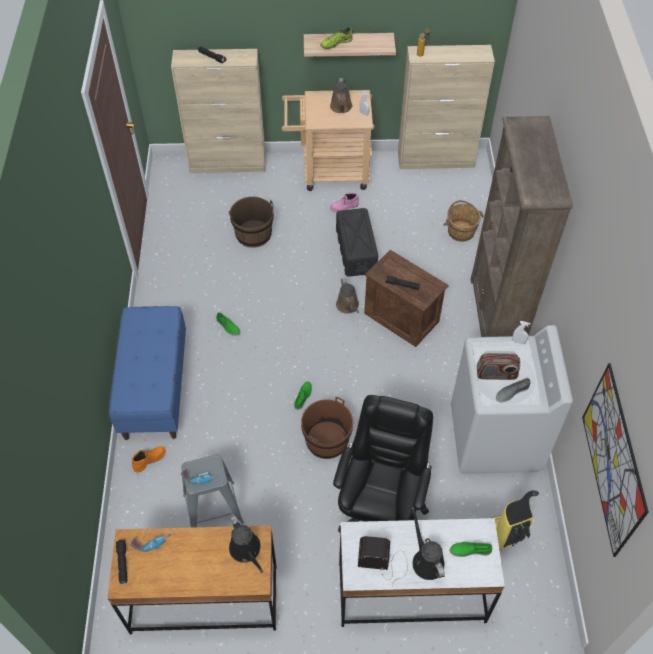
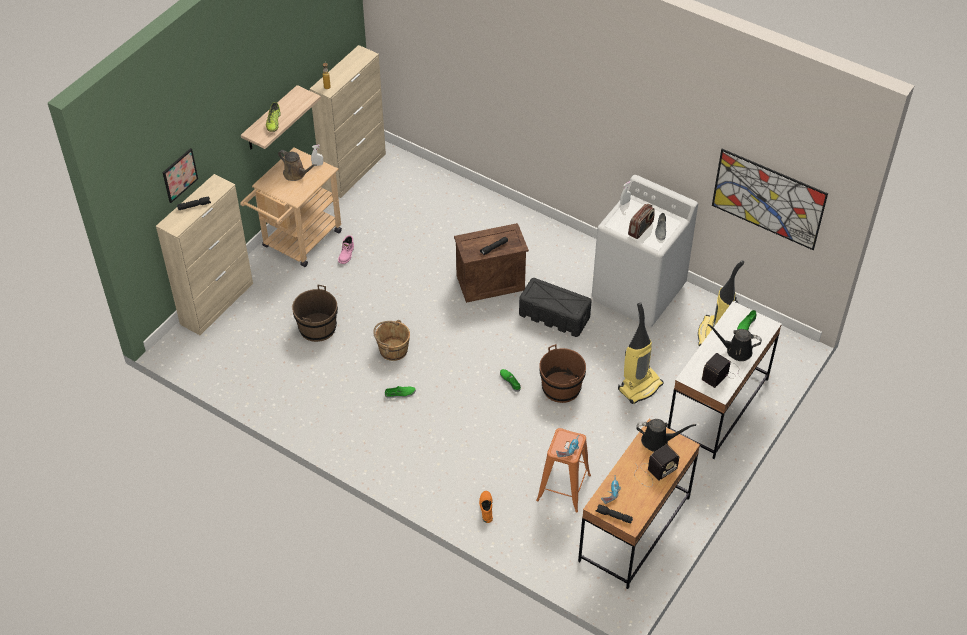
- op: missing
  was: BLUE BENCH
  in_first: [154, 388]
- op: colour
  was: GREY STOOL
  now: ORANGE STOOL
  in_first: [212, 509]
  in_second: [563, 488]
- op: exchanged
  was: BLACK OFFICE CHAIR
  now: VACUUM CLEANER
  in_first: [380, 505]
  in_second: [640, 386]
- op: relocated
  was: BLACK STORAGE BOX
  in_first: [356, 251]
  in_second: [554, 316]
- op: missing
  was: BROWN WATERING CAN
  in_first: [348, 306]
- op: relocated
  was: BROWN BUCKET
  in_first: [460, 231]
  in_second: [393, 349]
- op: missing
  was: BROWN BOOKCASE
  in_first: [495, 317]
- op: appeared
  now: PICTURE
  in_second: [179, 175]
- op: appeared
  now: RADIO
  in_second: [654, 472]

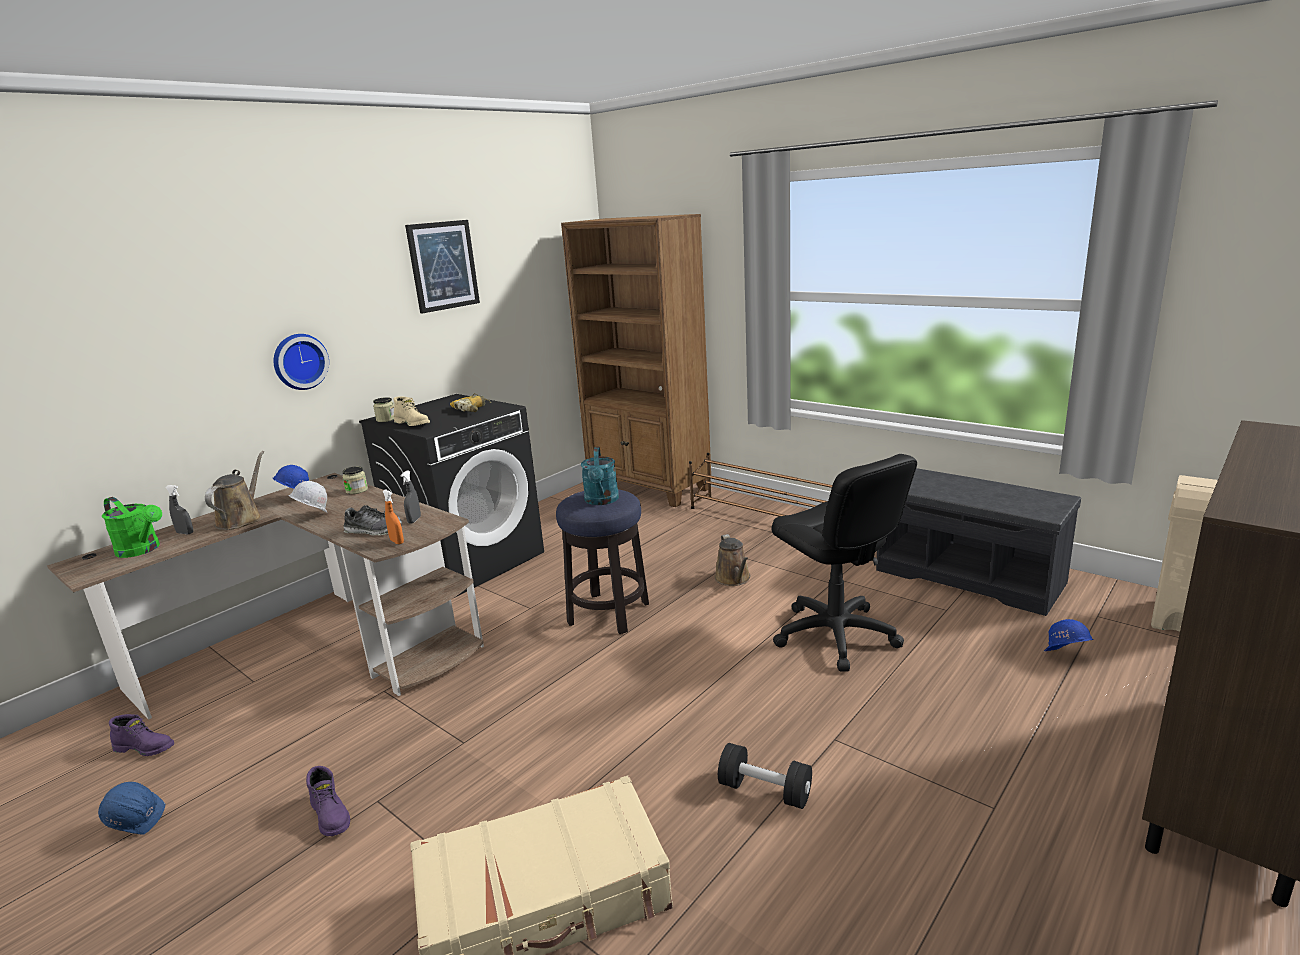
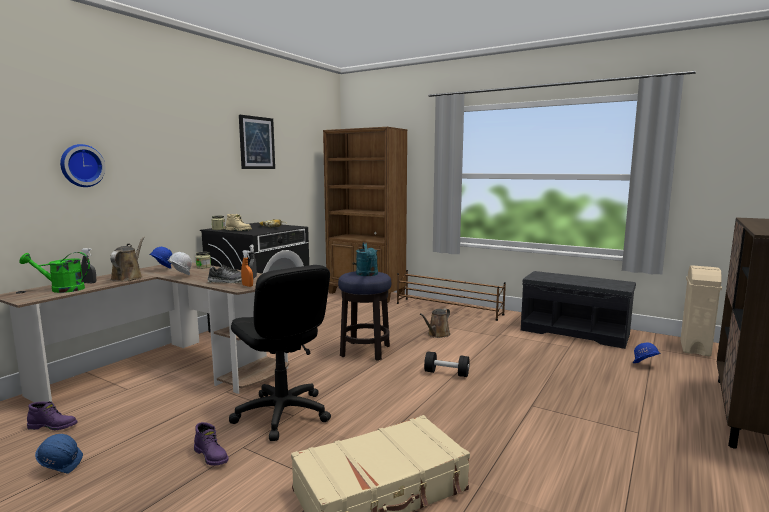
- op: spun
  was: GREEN WATERING CAN
  in_first: [142, 550]
  in_second: [61, 289]
  clockwise: 150
- op: relocated
  was: WALL CLOCK
  in_first: [299, 361]
  in_second: [81, 165]
- op: spun
  was: BROWN WATERING CAN
  in_first: [733, 579]
  in_second: [437, 335]
  clockwise: 60
- op: relocated
  was: BLACK DUMBBELL
  in_first: [765, 791]
  in_second: [446, 373]
- op: relocated
  was: BLACK OFFICE CHAIR
  in_first: [835, 635]
  in_second: [282, 414]

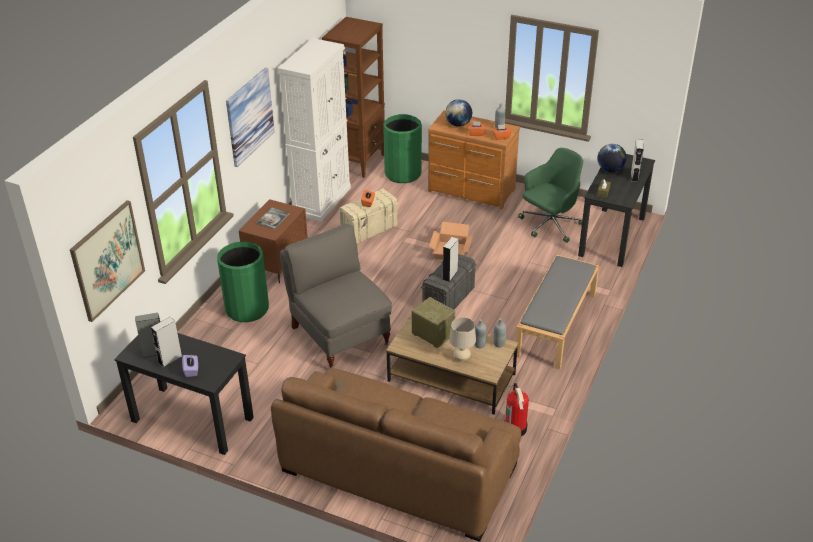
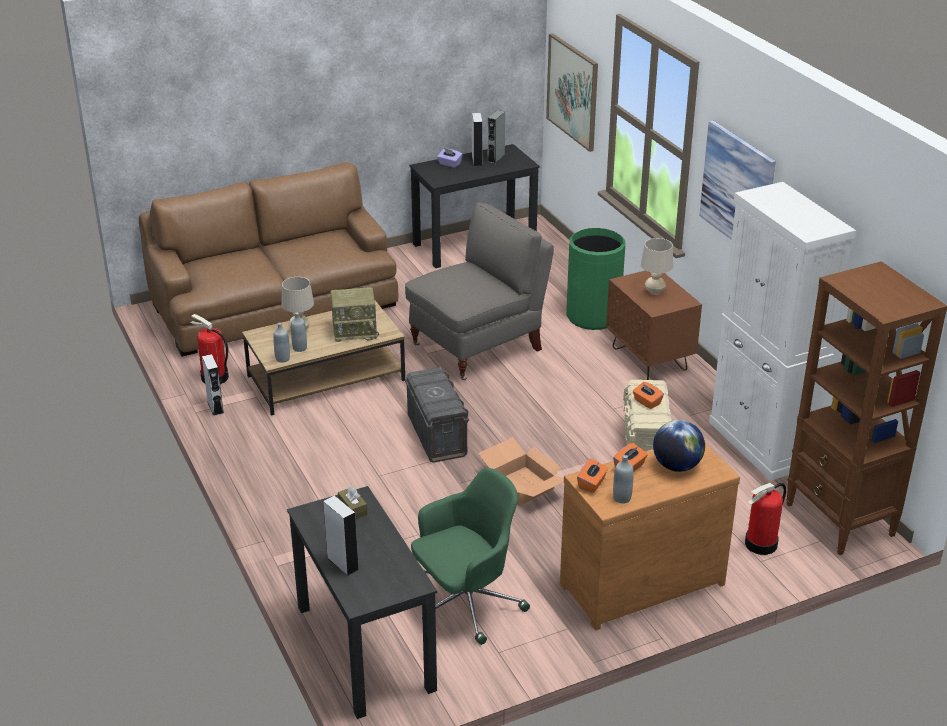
- op: exchanged
  was: BOOK
  now: BEIGE TABLE LAMP
  in_first: [273, 219]
  in_second: [654, 292]
- op: spun
  was: GREY ARMCHAIR
  in_first: [339, 335]
  in_second: [478, 347]
  clockwise: -45
- op: exchanged
  was: GREEN TRASH CAN
  now: FIRE EXTINGUISHER
  in_first: [403, 173]
  in_second: [761, 544]
- op: relocated
  was: GREY SPEAKER
  in_first: [450, 275]
  in_second: [215, 407]
- op: missing
  was: GREY BENCH
  in_first: [556, 325]
- op: spun
  was: GREEN OFFICE CHAIR
  in_first: [549, 225]
  in_second: [466, 604]
  clockwise: -120
- op: missing
  was: GLOBE
  in_first: [610, 170]

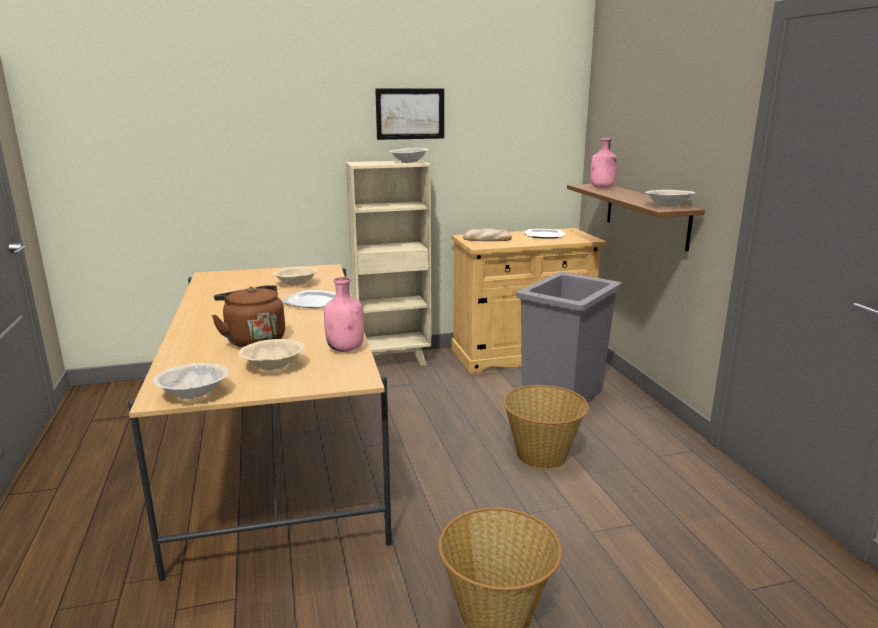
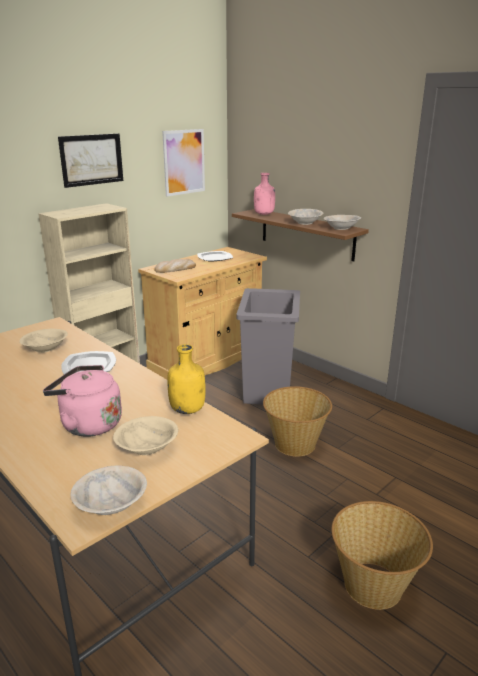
- op: colour
  was: BROWN KETTLE
  now: PINK KETTLE
  in_first: [253, 340]
  in_second: [88, 424]
- op: colour
  was: PINK BOTTLE
  now: YELLOW BOTTLE
  in_first: [346, 349]
  in_second: [188, 409]
- op: relocated
  was: BEIGE BOWL
  in_first: [409, 162]
  in_second: [305, 223]
- op: appeared
  now: PICTURE
  in_second: [184, 162]

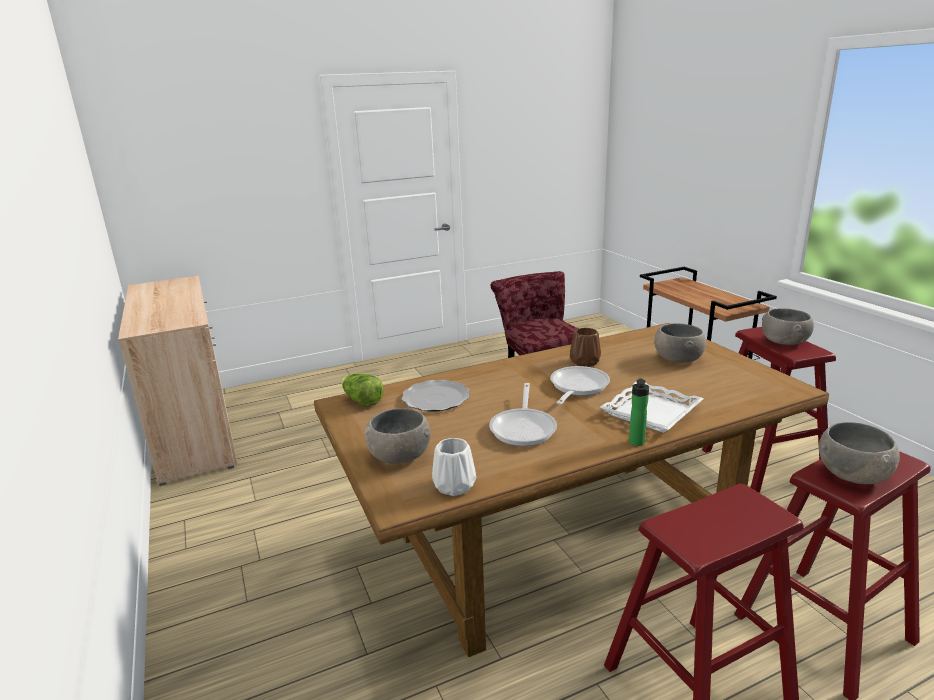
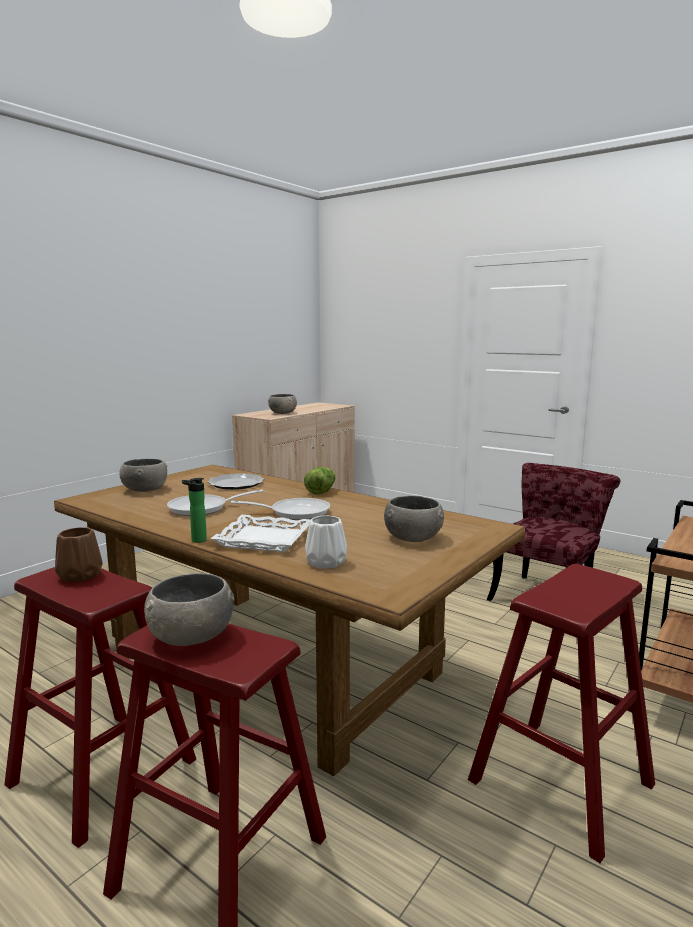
- op: relocated
  was: LETTUCE
  in_first: [362, 401]
  in_second: [321, 491]
- op: relocated
  was: WHITE VASE
  in_first: [453, 486]
  in_second: [326, 562]
- op: relocated
  was: BROWN VASE
  in_first: [584, 362]
  in_second: [81, 575]
- op: relocated
  was: GREY BOWL
  in_first: [784, 341]
  in_second: [283, 413]

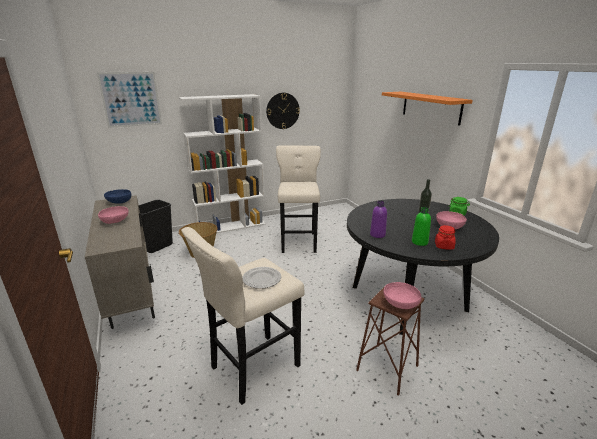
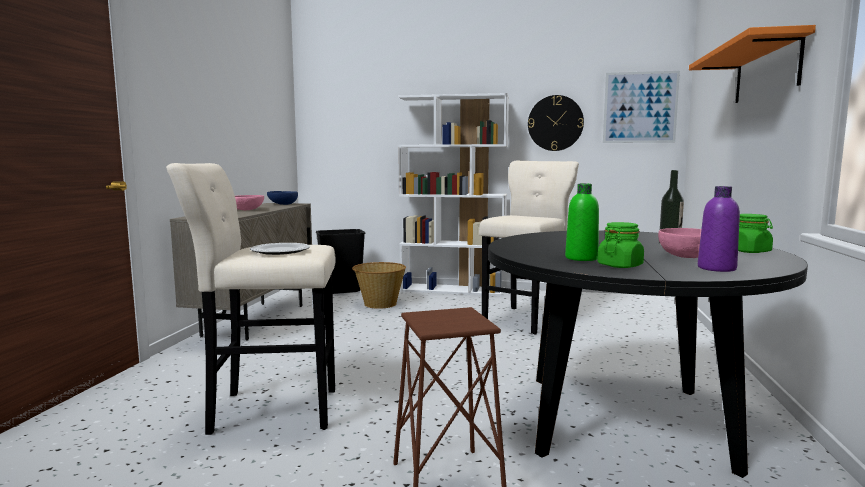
- op: relocated
  was: PICTURE
  in_first: [131, 99]
  in_second: [640, 107]
- op: relocated
  was: PURPLE BOTTLE
  in_first: [377, 235]
  in_second: [716, 268]
- op: missing
  was: PINK BOWL
  in_first: [400, 304]
- op: colour
  was: RED JAR
  now: GREEN JAR
  in_first: [444, 246]
  in_second: [620, 265]

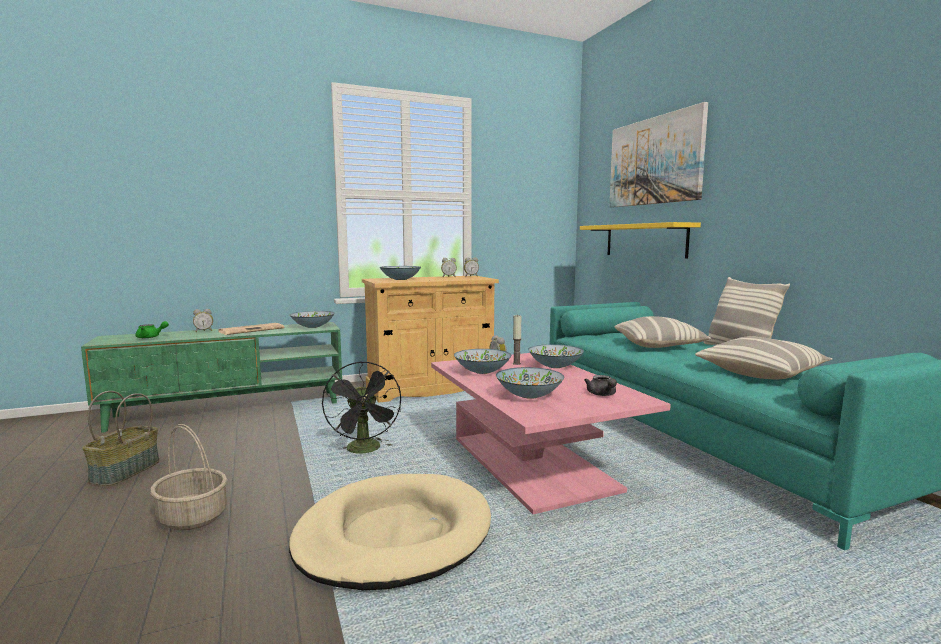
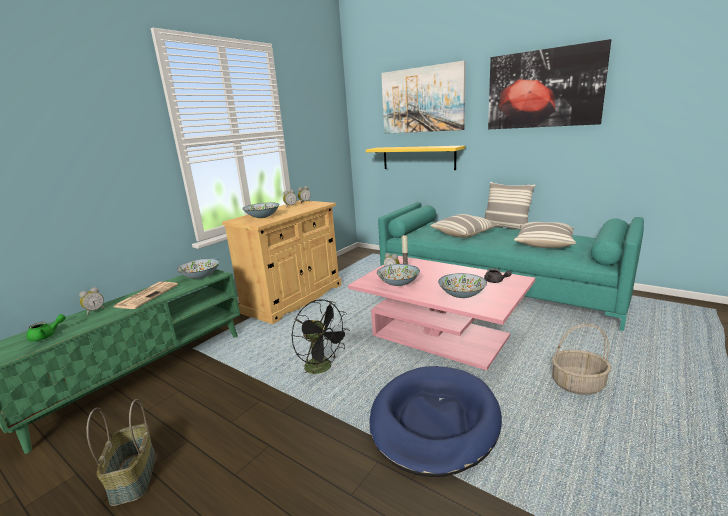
- op: relocated
  was: BASKET
  in_first: [193, 517]
  in_second: [578, 384]
- op: colour
  was: BEIGE DOG BED
  now: BLUE DOG BED
  in_first: [393, 535]
  in_second: [434, 421]
- op: missing
  was: BOWL
  in_first: [555, 366]
- op: appeared
  now: PICTURE
  in_second: [543, 89]

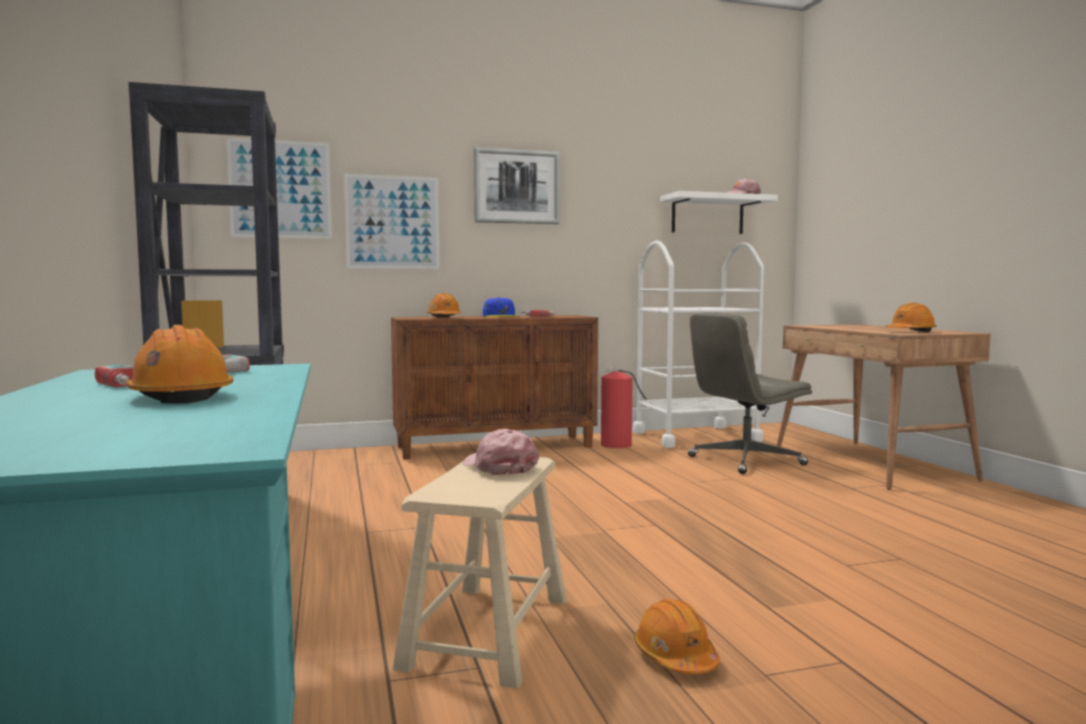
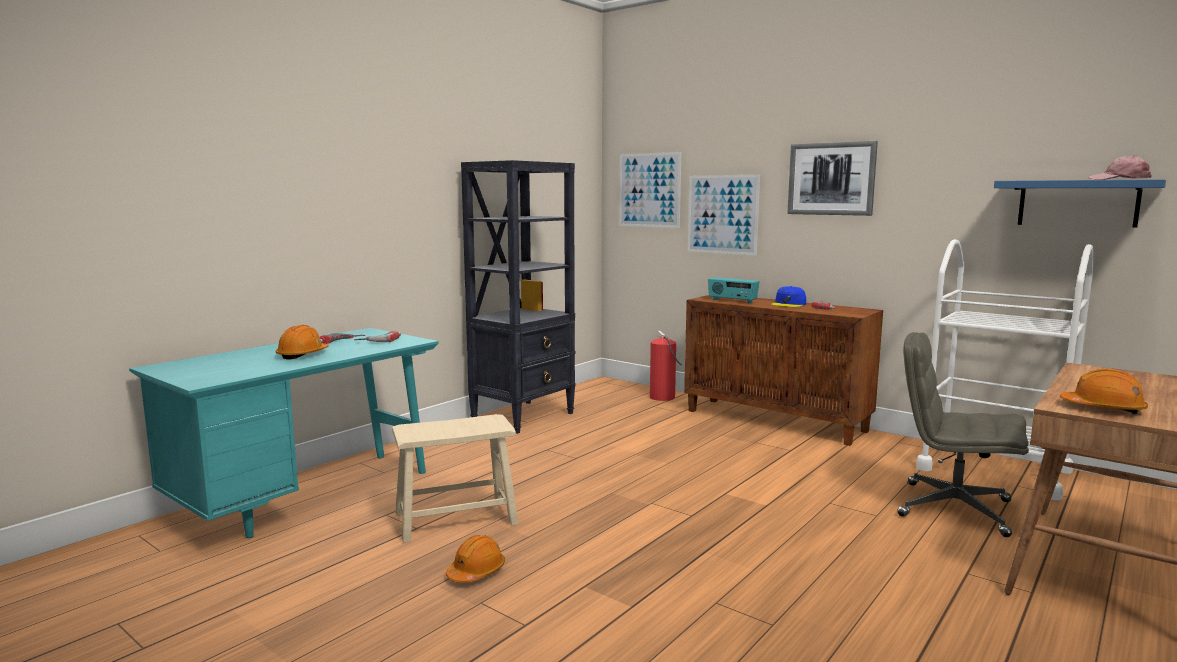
- op: exchanged
  was: ORANGE HARD HAT
  now: RADIO
  in_first: [444, 318]
  in_second: [732, 301]
- op: missing
  was: PINK CAP
  in_first: [499, 467]
- op: relocated
  was: FIRE EXTINGUISHER
  in_first: [618, 445]
  in_second: [662, 397]
- op: colour
  was: WHITE SHELF
  now: BLUE SHELF
  in_first: [707, 215]
  in_second: [1077, 203]

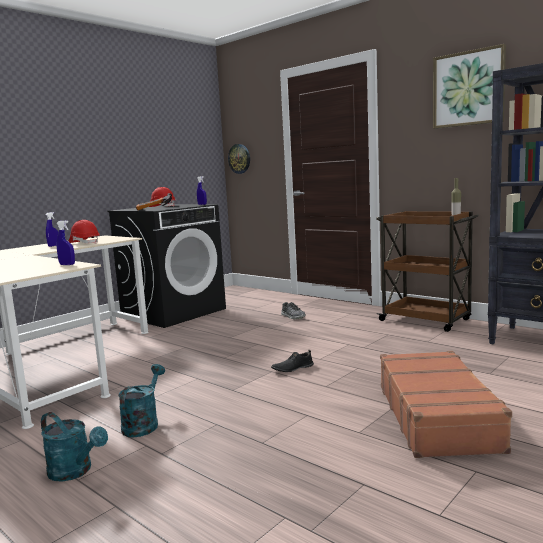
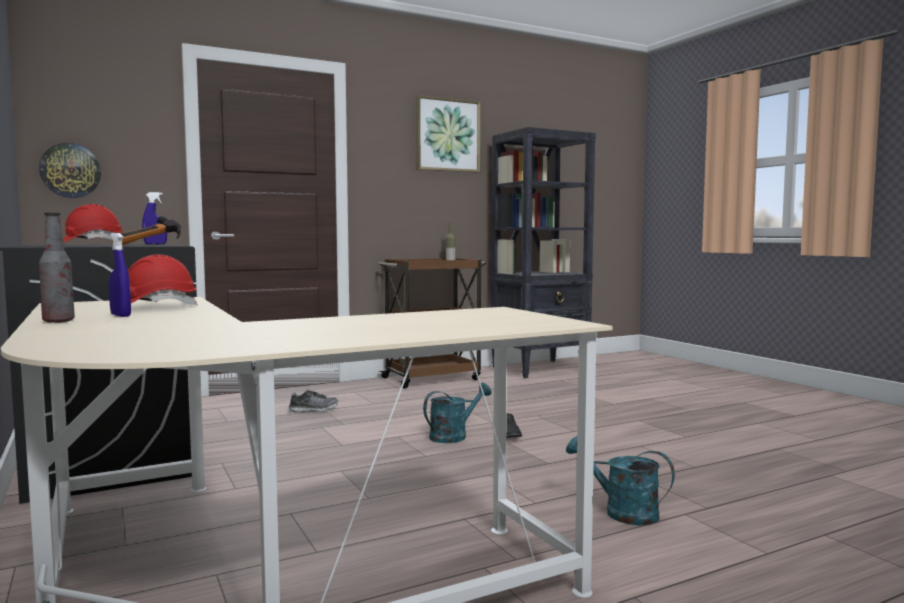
- op: relocated
  was: TURQUOISE WATERING CAN
  in_first: [75, 471]
  in_second: [453, 436]
- op: missing
  was: BLUE SPRAY BOTTLE
  in_first: [67, 264]
- op: missing
  was: BROWN SUITCASE
  in_first: [437, 416]
- op: appeared
  now: BOTTLE
  in_second: [58, 321]

